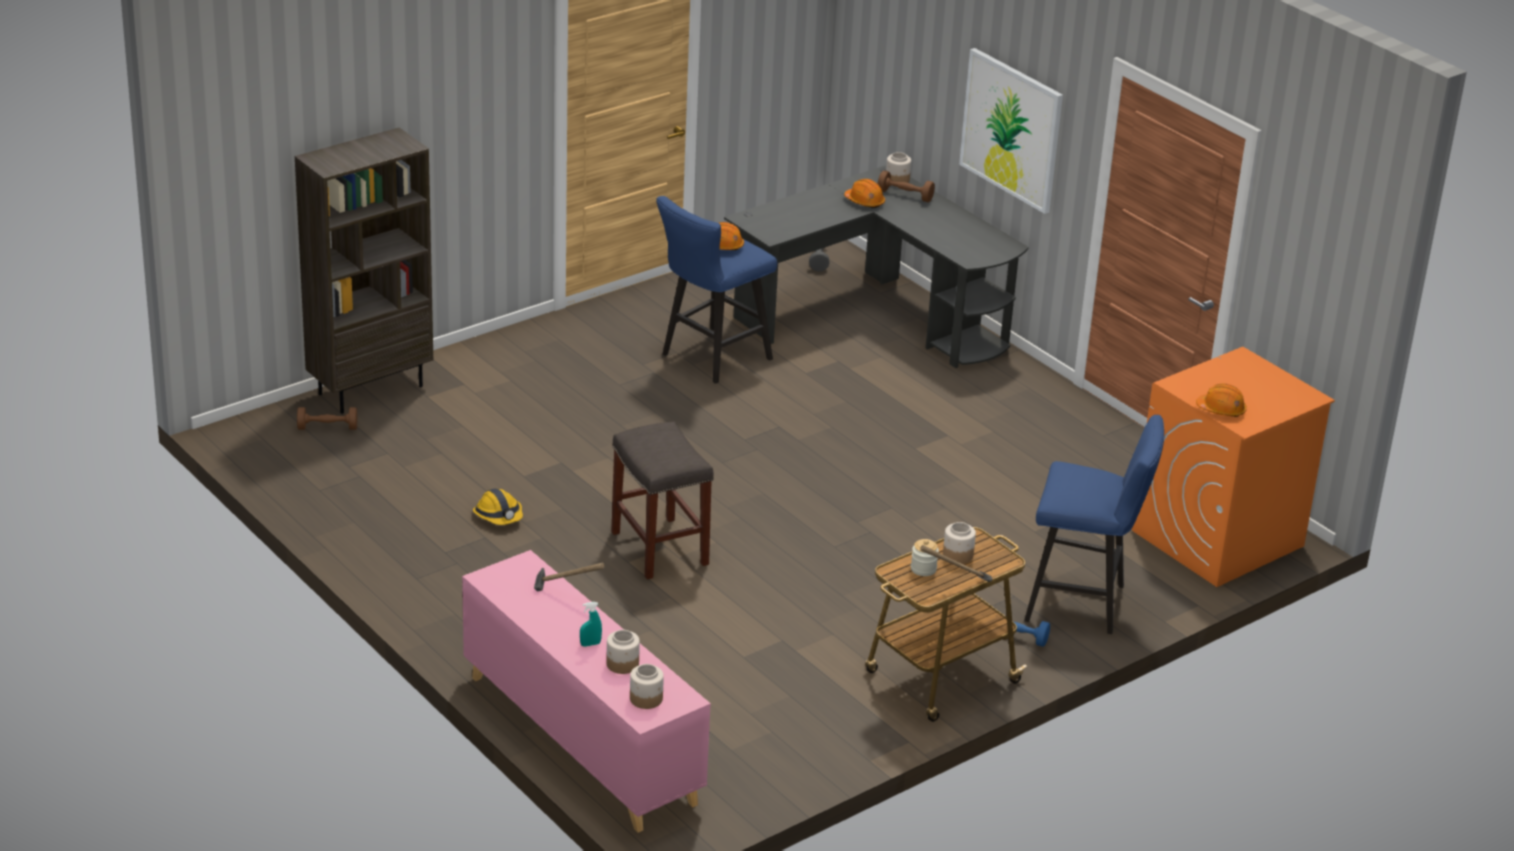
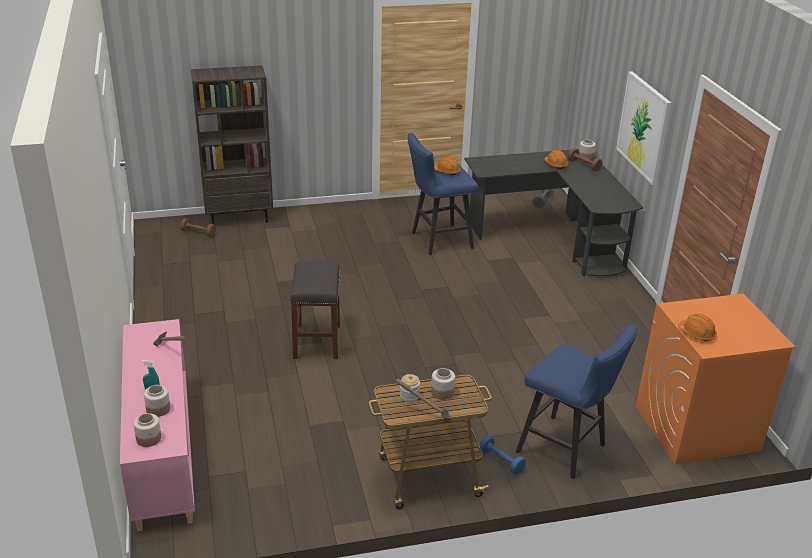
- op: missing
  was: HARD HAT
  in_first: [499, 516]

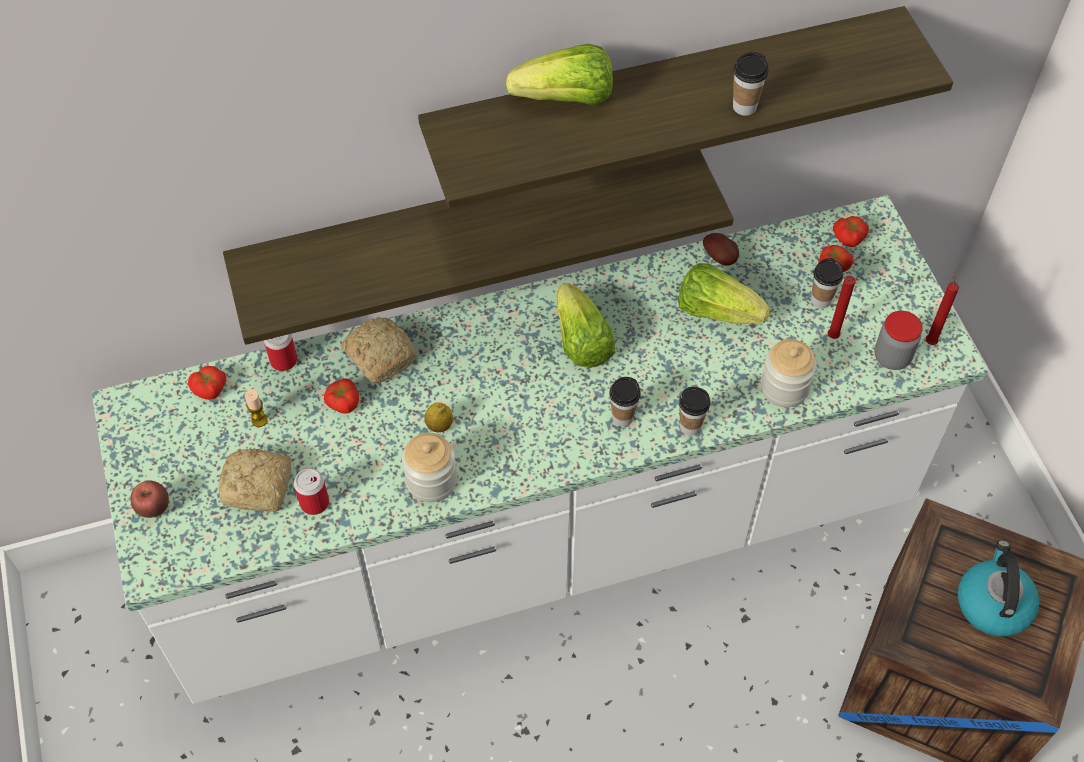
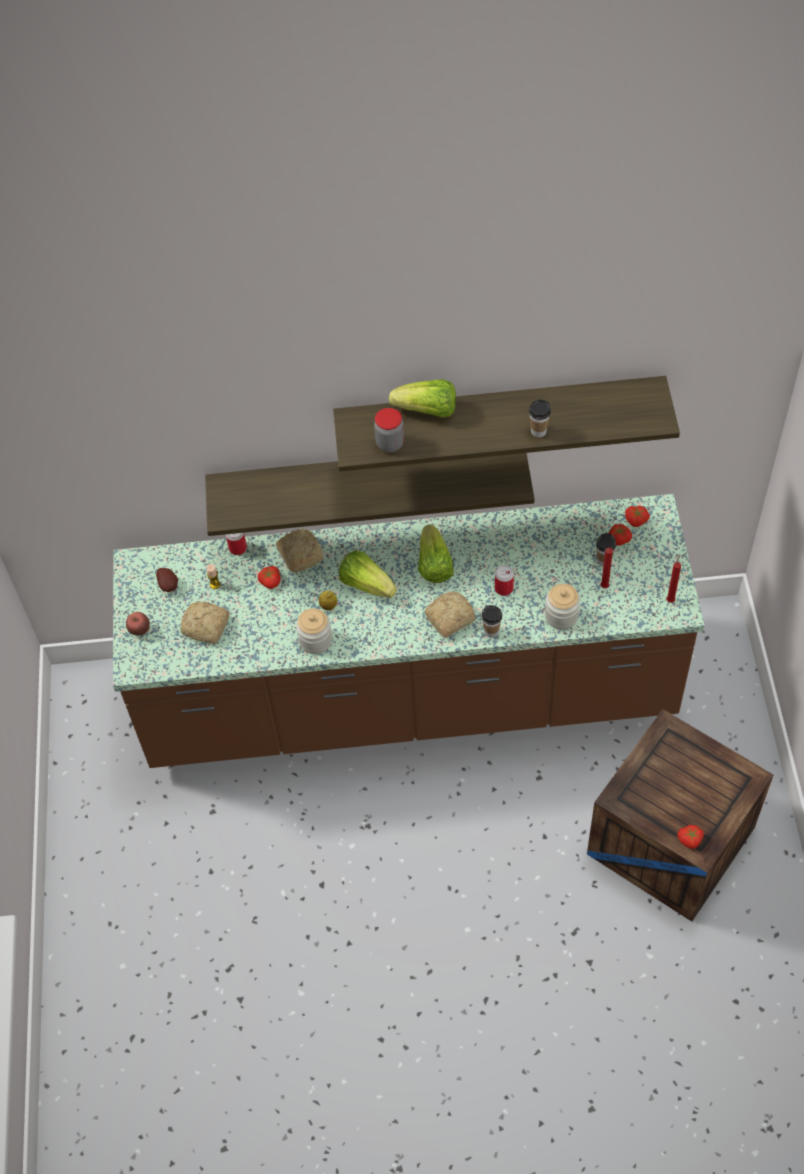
- op: colour
  was: WHITE COUNTER
  now: BROWN COUNTER
  in_first: [542, 534]
  in_second: [409, 696]
- op: relocated
  was: TOMATO
  in_first: [210, 390]
  in_second: [690, 840]
- op: relocated
  was: CAN
  in_first: [314, 502]
  in_second: [504, 588]
- op: exchanged
  was: CUP
  now: BREAD
  in_first: [622, 417]
  in_second: [448, 619]
- op: relocated
  was: LETTUCE
  in_first: [716, 311]
  in_second: [366, 584]
- op: relocated
  was: POTATO
  in_first: [721, 257]
  in_second: [169, 585]
- op: relocated
  was: JAR
  in_first: [892, 357]
  in_second: [390, 443]
- op: missing
  was: KETTLE
  in_first: [992, 603]

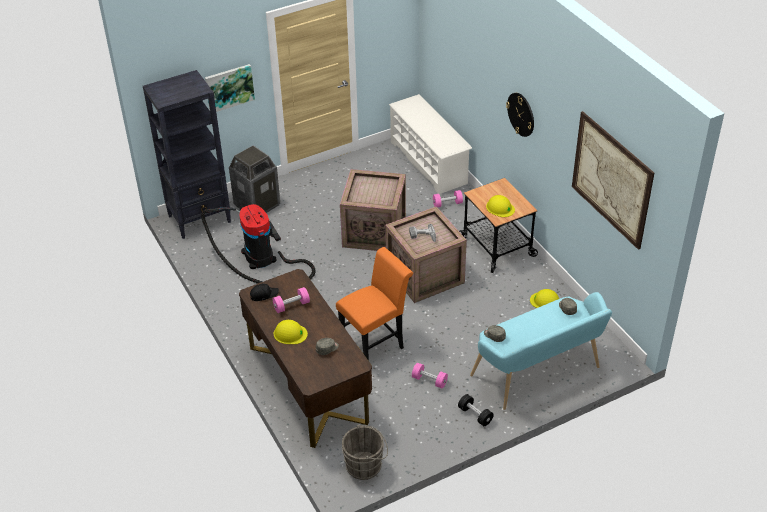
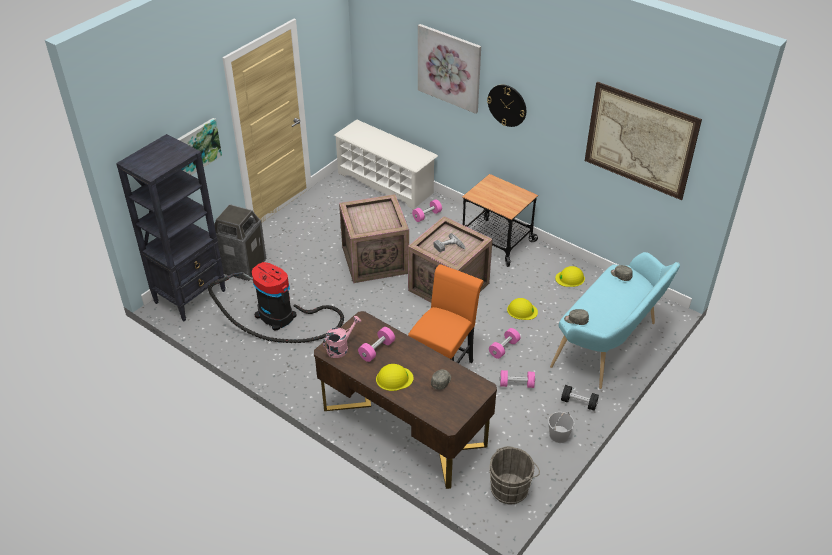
- op: exchanged
  was: BLACK CAP
  now: PINK WATERING CAN
  in_first: [263, 294]
  in_second: [340, 347]
- op: relocated
  was: YELLOW HARD HAT
  in_first: [500, 208]
  in_second: [522, 310]
- op: appeared
  now: PICTURE
  in_second: [449, 68]
- op: appeared
  now: PINK DUMBBELL
  in_second: [504, 348]
- op: appeared
  now: WHITE BUCKET
  in_second: [559, 435]

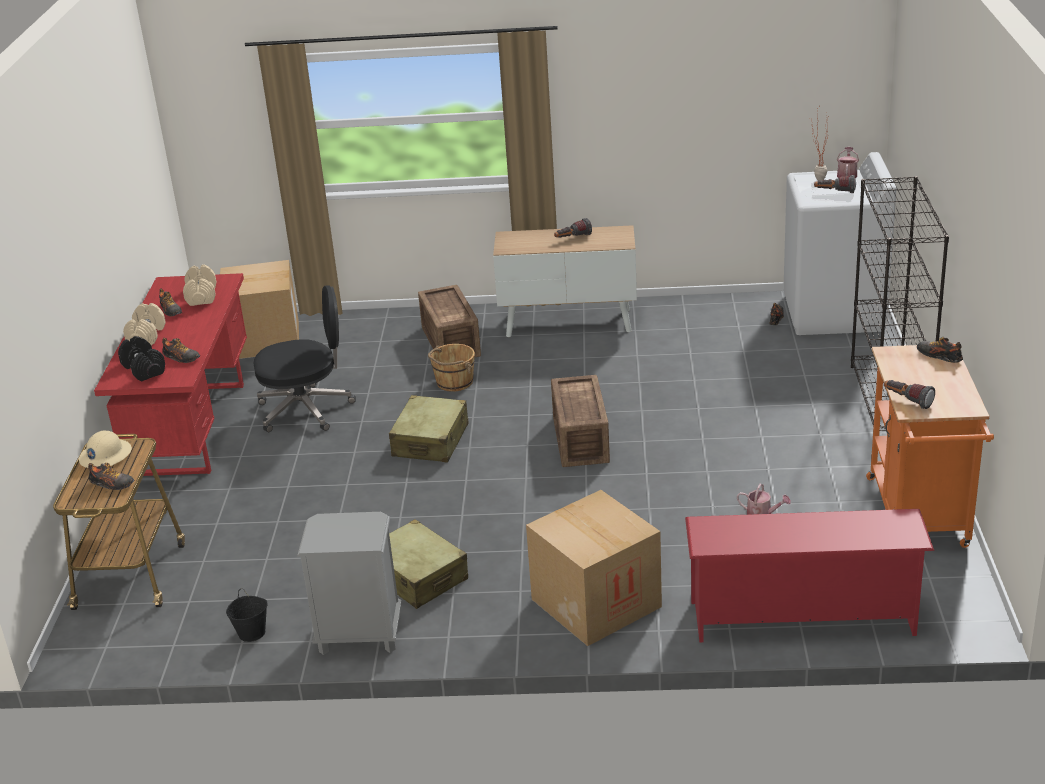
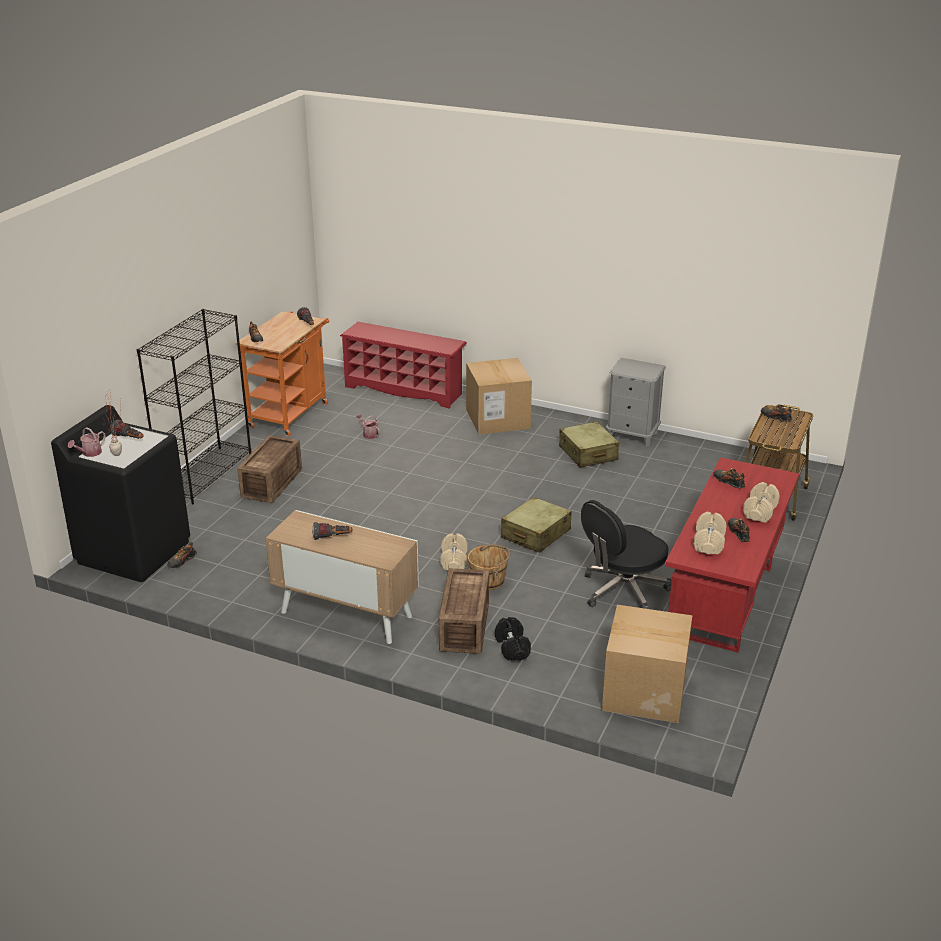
- op: missing
  was: BEIGE HARD HAT
  in_first: [105, 455]
- op: relocated
  was: BLACK DUMBBELL
  in_first: [144, 369]
  in_second: [512, 647]
- op: missing
  was: BLACK BUCKET
  in_first: [252, 633]
- op: spun
  was: BLACK OFFICE CHAIR
  in_first: [307, 409]
  in_second: [622, 591]
  clockwise: -45
- op: relocated
  was: CRATE
  in_first: [579, 441]
  in_second: [273, 483]
- op: colour
  was: WHITE WASHING MACHINE
  now: BLACK WASHING MACHINE
  in_first: [834, 313]
  in_second: [134, 552]
- op: appeared
  now: BEIGE DUMBBELL
  in_second: [453, 560]

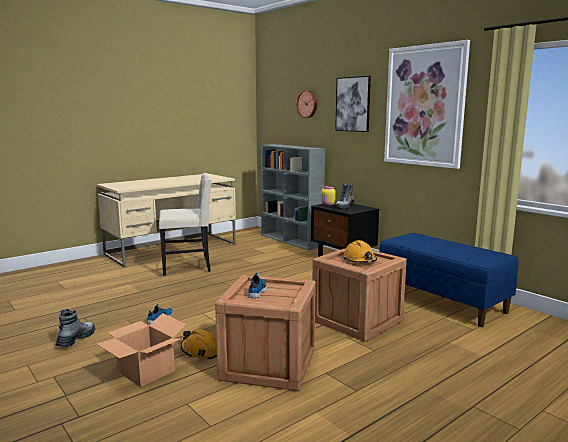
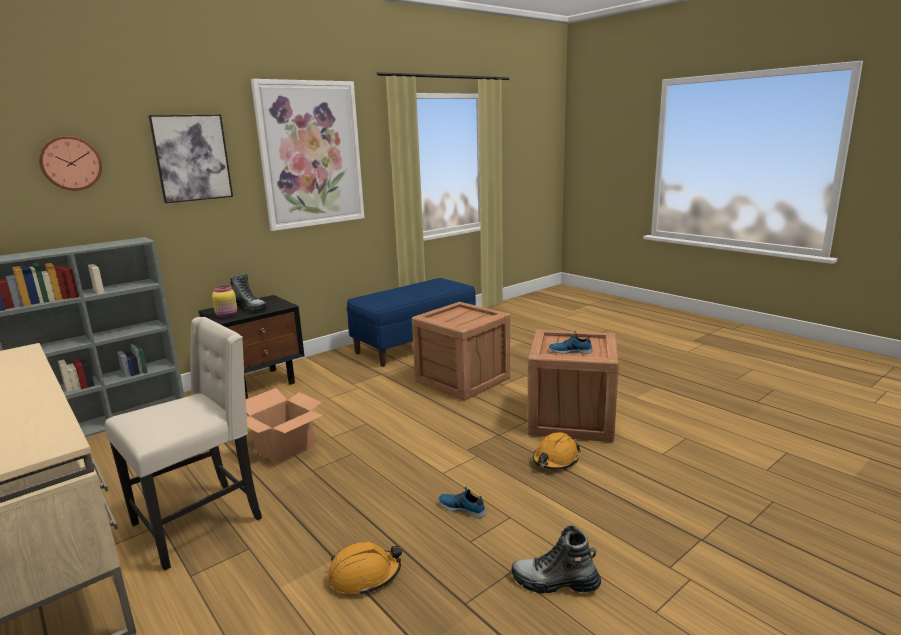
- op: relocated
  was: CARDBOARD BOX
  in_first: [147, 371]
  in_second: [285, 447]
- op: spun
  was: BEIGE CHAIR
  in_first: [187, 267]
  in_second: [200, 521]
  clockwise: 60
- op: relocated
  was: ORANGE HARD HAT
  in_first: [360, 260]
  in_second: [364, 576]

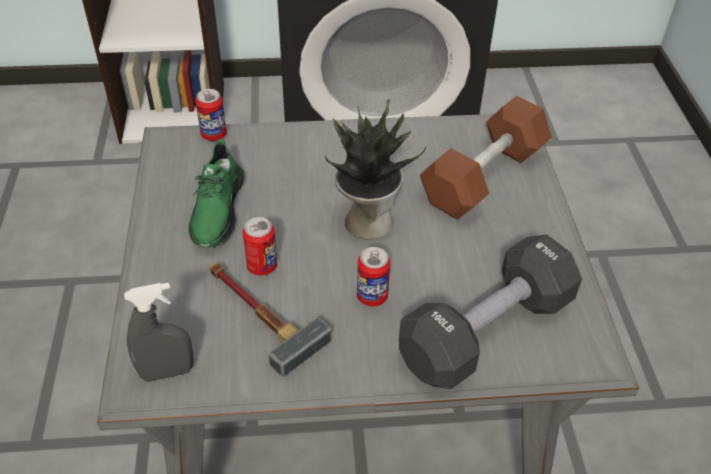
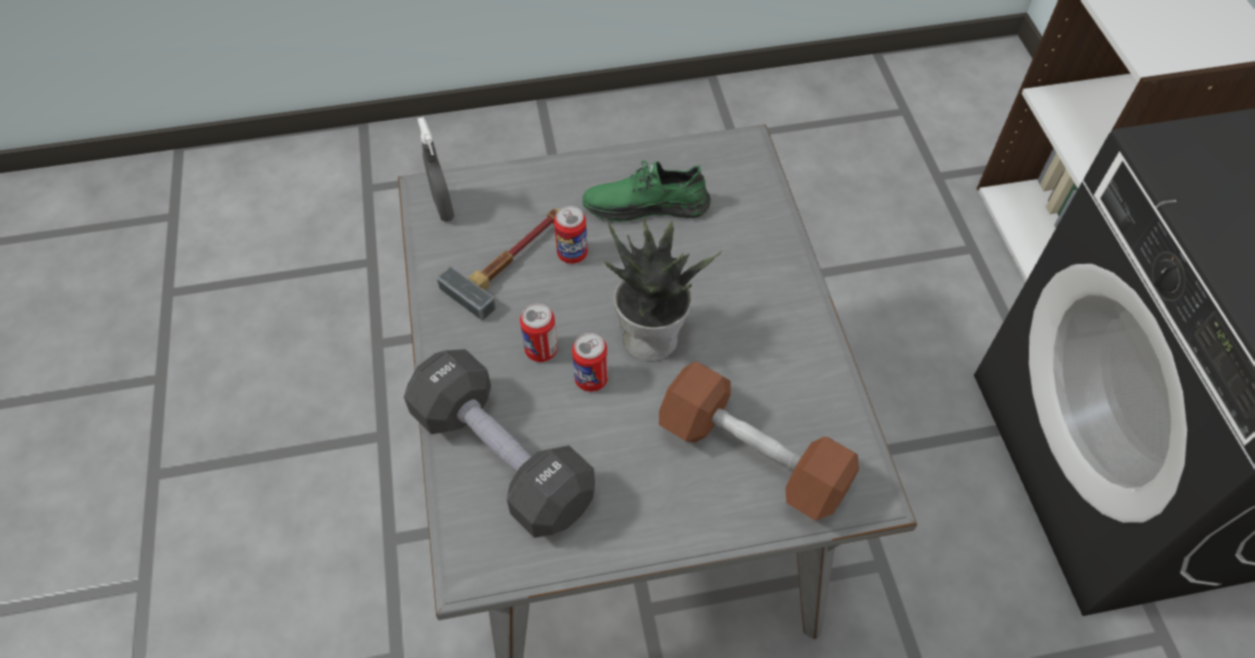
- op: relocated
  was: CAN
  in_first: [214, 135]
  in_second: [591, 379]

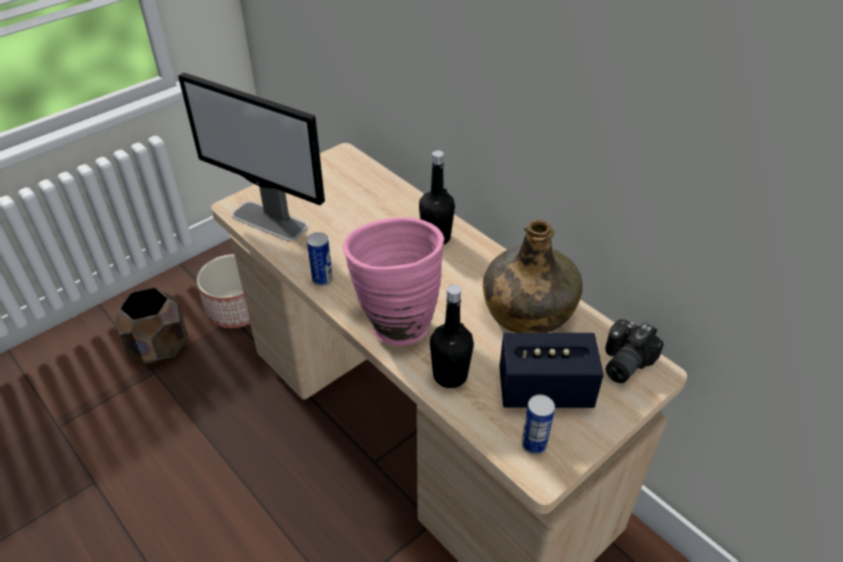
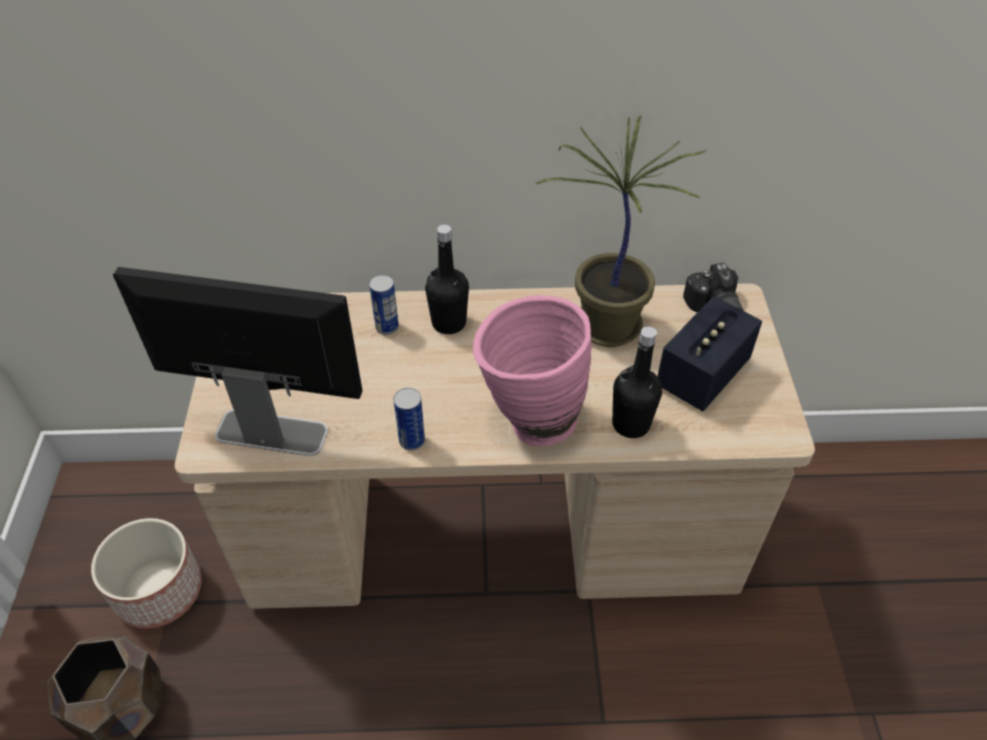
- op: spun
  was: MONITOR
  in_first: [270, 221]
  in_second: [270, 432]
  clockwise: -150
- op: exchanged
  was: GREEN BOTTLE
  now: POTTED PLANT
  in_first: [527, 311]
  in_second: [605, 326]
- op: relocated
  was: CAN
  in_first: [534, 444]
  in_second: [387, 327]

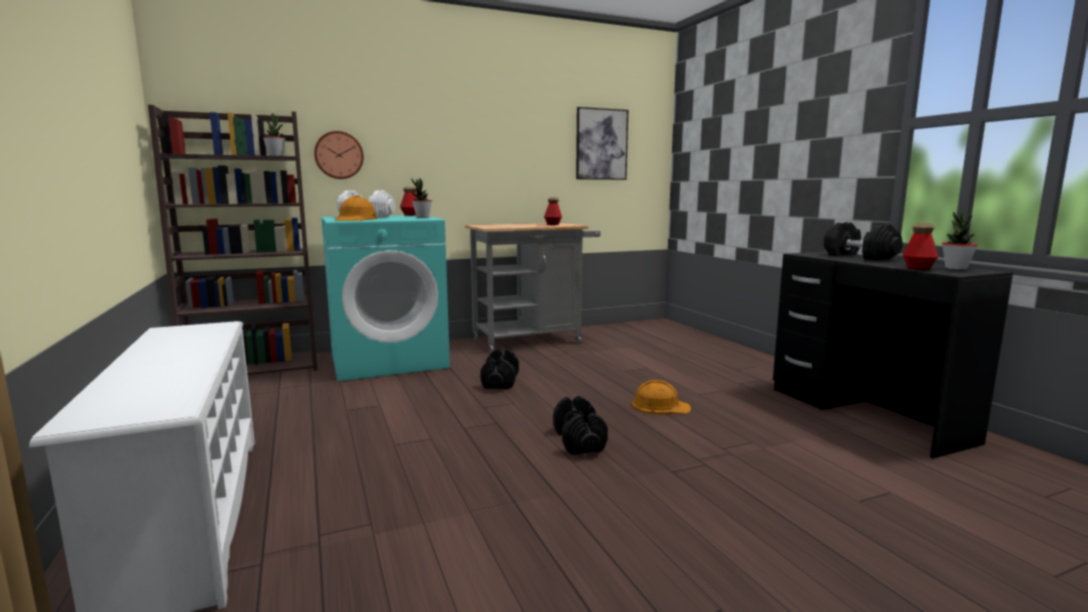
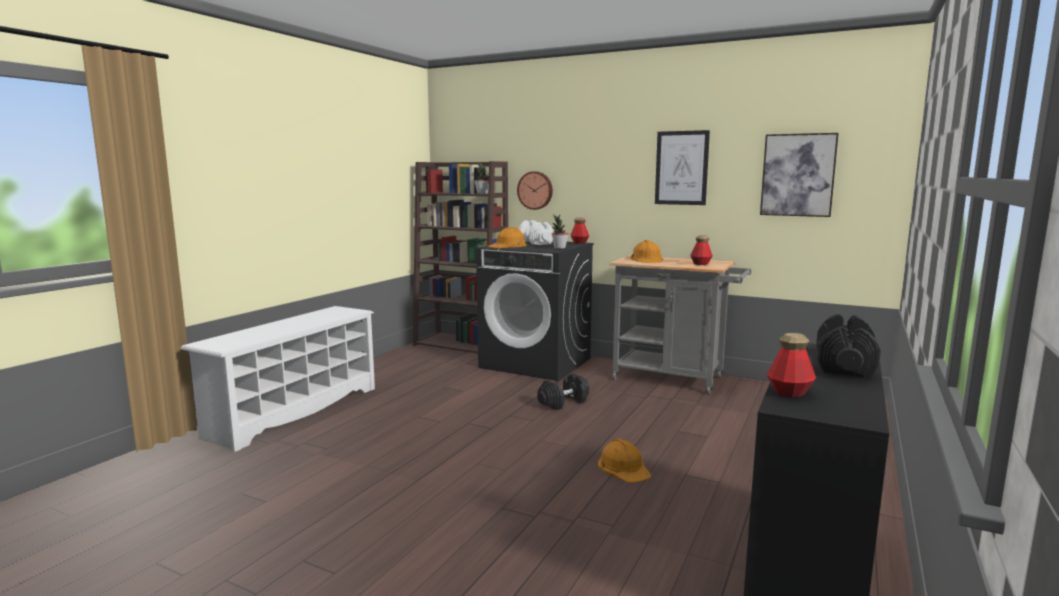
- op: colour
  was: TURQUOISE WASHING MACHINE
  now: BLACK WASHING MACHINE
  in_first: [389, 360]
  in_second: [536, 363]
- op: missing
  was: BLACK DUMBBELL
  in_first: [579, 441]
- op: missing
  was: POTTED PLANT
  in_first: [956, 268]
- op: appeared
  now: ORANGE HARD HAT
  in_second: [647, 259]
- op: appeared
  now: PICTURE
  in_second: [681, 168]

